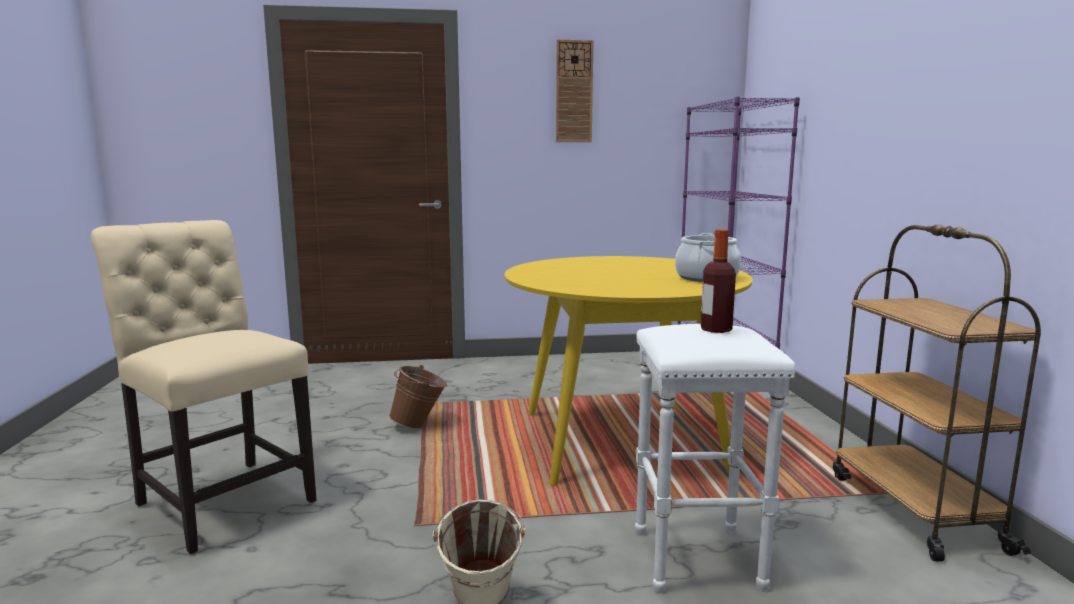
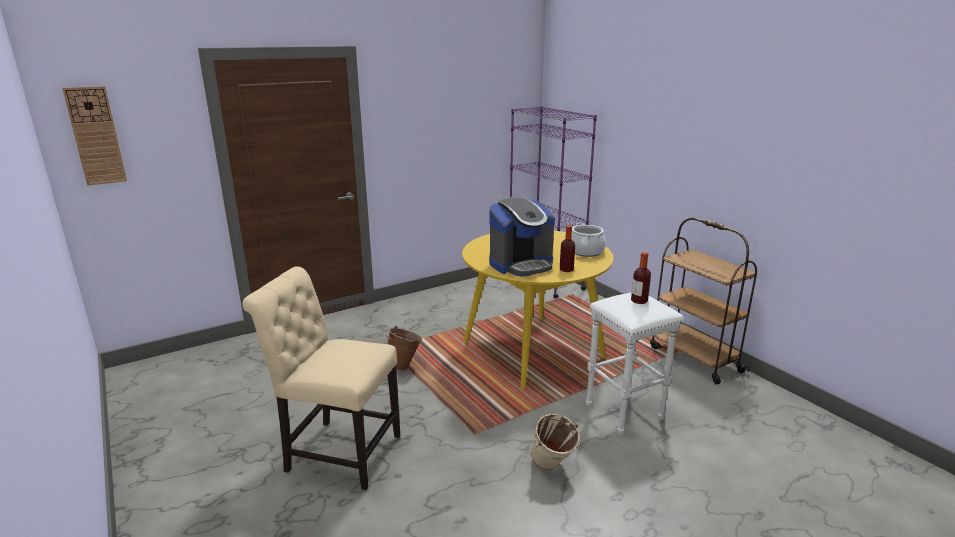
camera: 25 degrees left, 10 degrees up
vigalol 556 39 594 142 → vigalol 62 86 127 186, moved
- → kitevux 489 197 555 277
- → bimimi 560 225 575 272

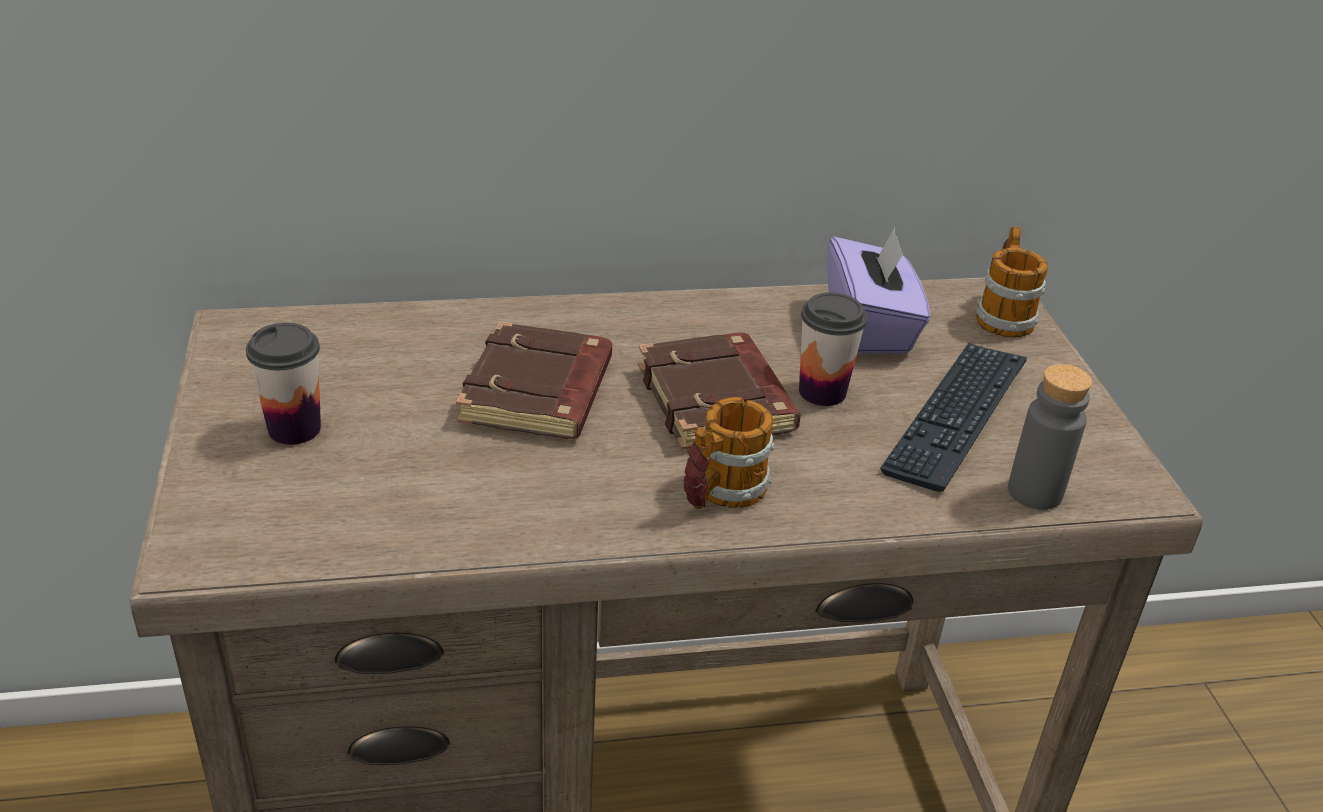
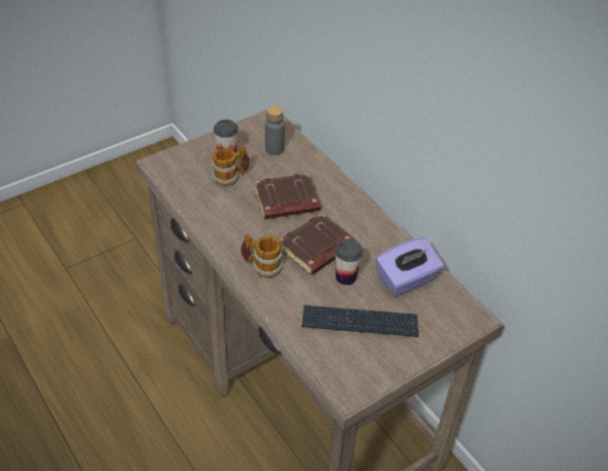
camera: 65 degrees right, 10 degrees up
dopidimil 976 226 1048 337 → dopidimil 212 146 250 186, moved
grey_bimimi 1008 364 1092 510 → grey_bimimi 265 106 285 155, moved

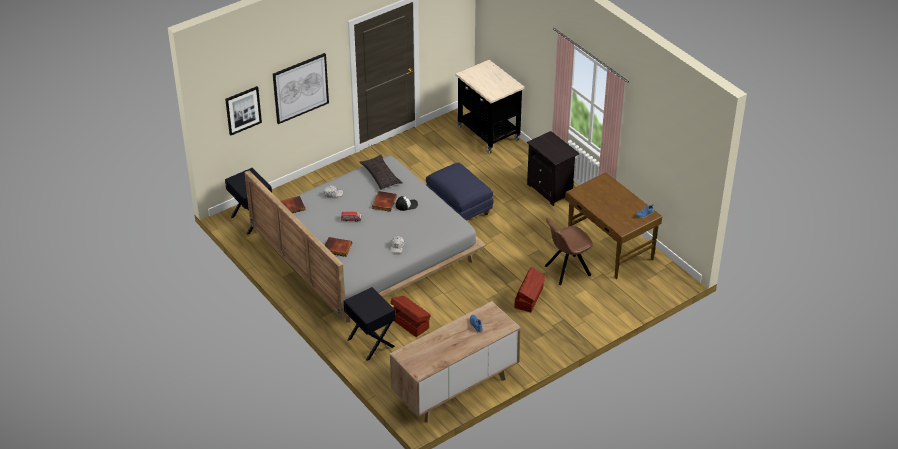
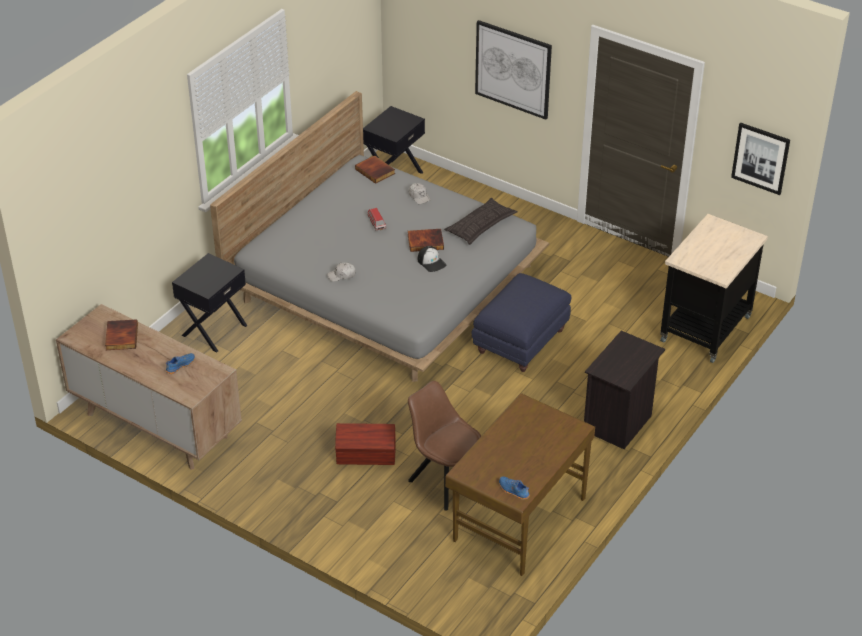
camera: 70 degrees right, 0 degrees up
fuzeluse 225 86 262 136 → fuzeluse 731 123 790 195, moved
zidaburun 325 237 352 257 → zidaburun 105 319 138 350, moved
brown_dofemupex 390 296 431 337 → -

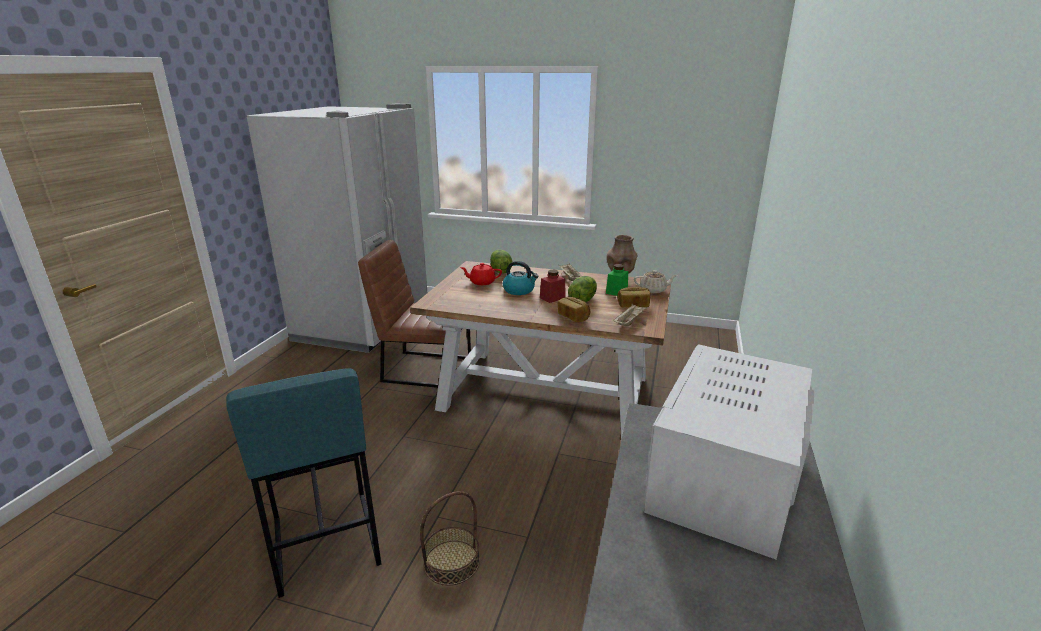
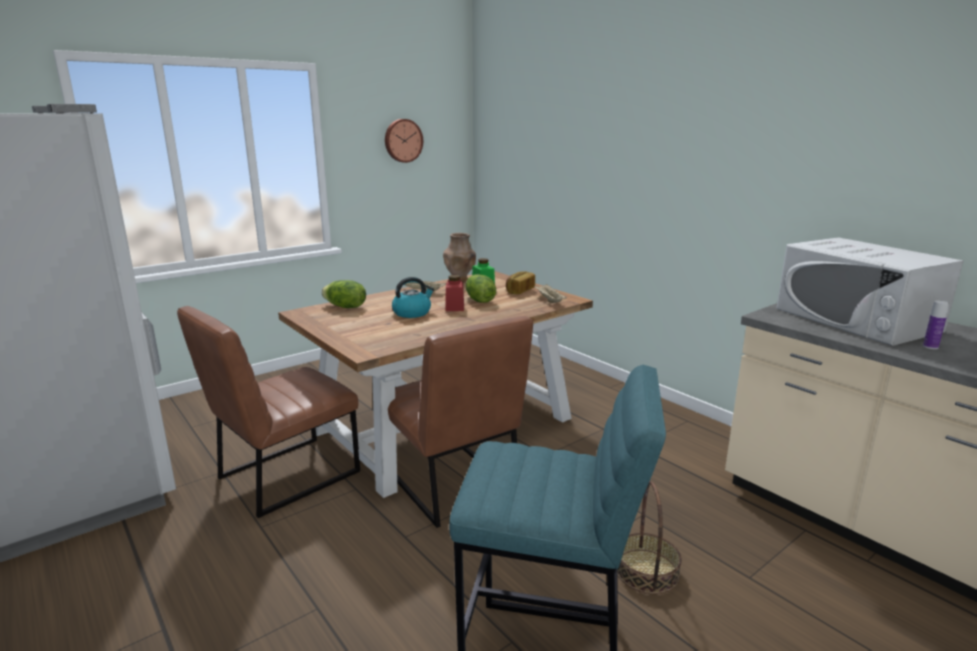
camera: 55 degrees left, 5 degrees down
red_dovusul 460 263 502 285 → -
beige_dovusul 634 270 677 293 → -
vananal 558 297 590 322 → -
- → vigalol 385 119 423 163
- → bimimi 923 300 950 349
- → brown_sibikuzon 388 316 533 528

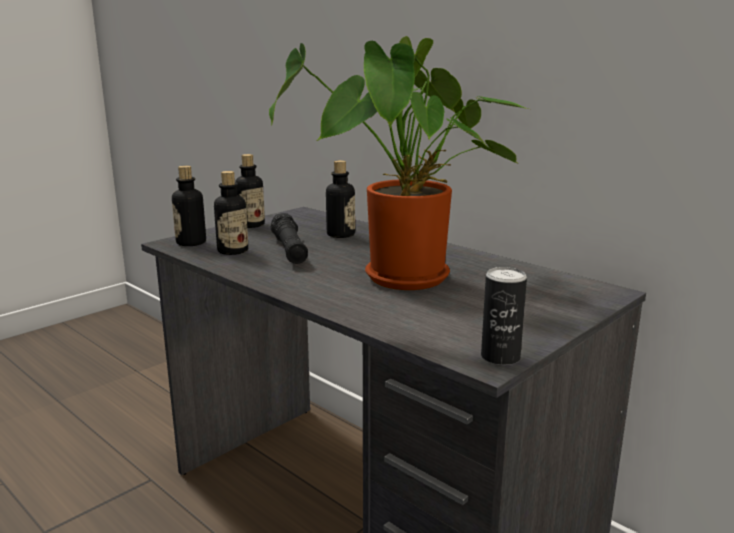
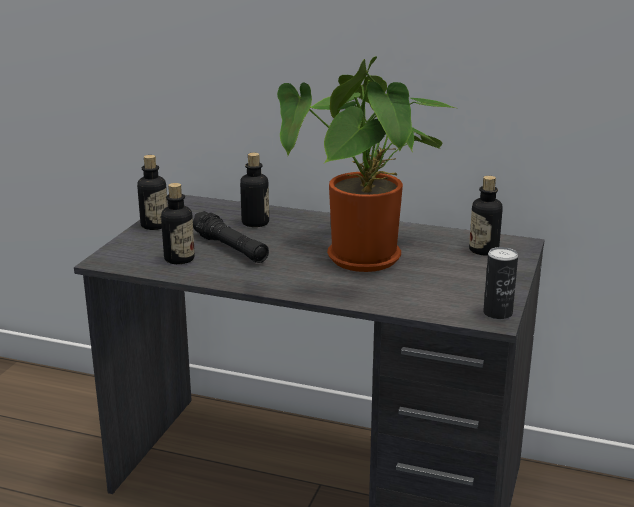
camera: 25 degrees left, 5 degrees up
bimimi 172 166 206 246 → bimimi 469 176 503 255, moved

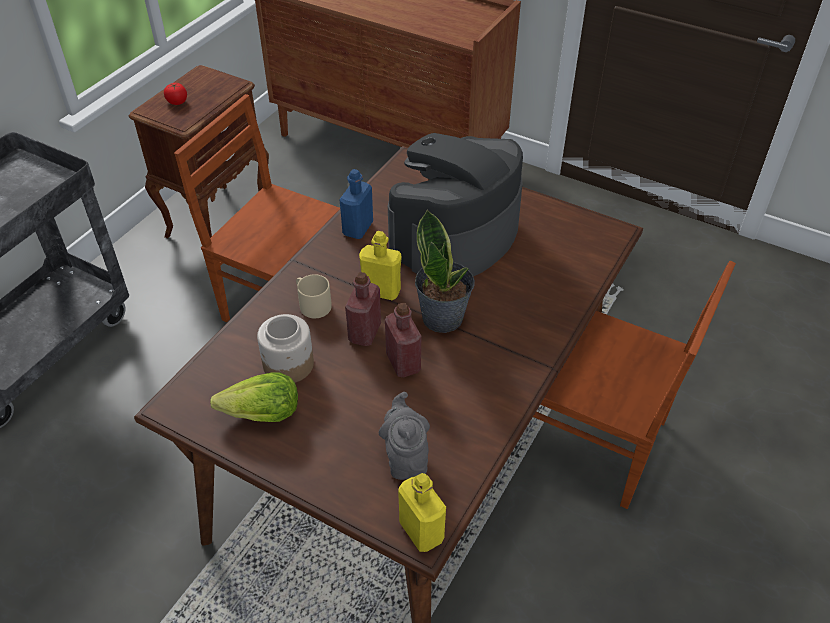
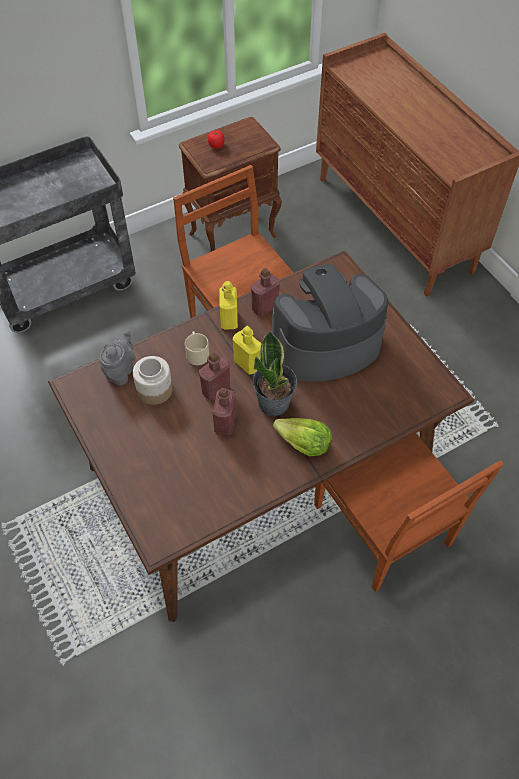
camera: 30 degrees right, 10 degrees up
blue_bimimi 339 169 373 239 → red_bimimi 251 268 280 316
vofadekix 210 372 298 422 → vofadekix 273 418 332 456, moved
grey_dovusul 379 392 430 480 → grey_dovusul 99 331 136 386, moved
yellow_bimimi 398 473 446 552 → yellow_bimimi 219 281 238 329, moved

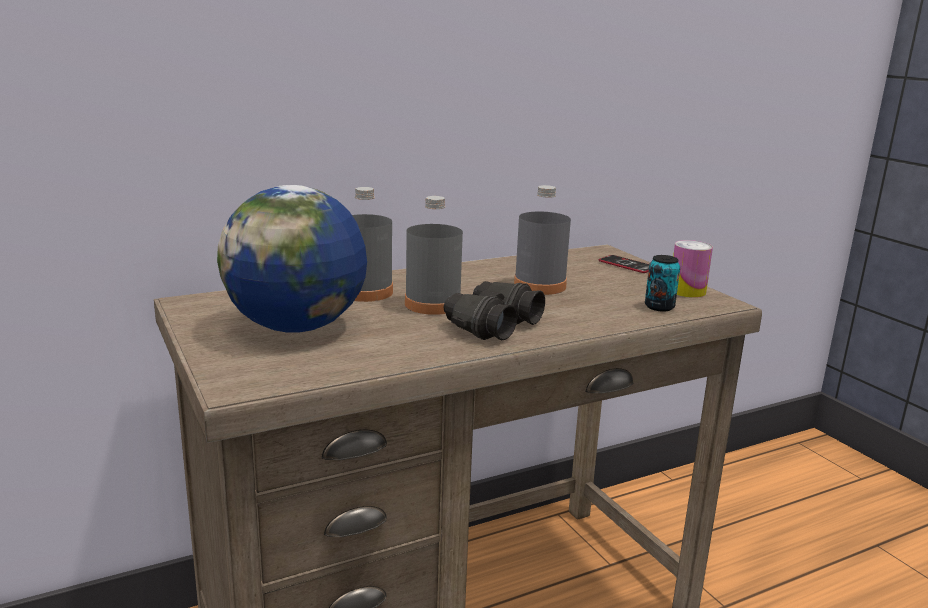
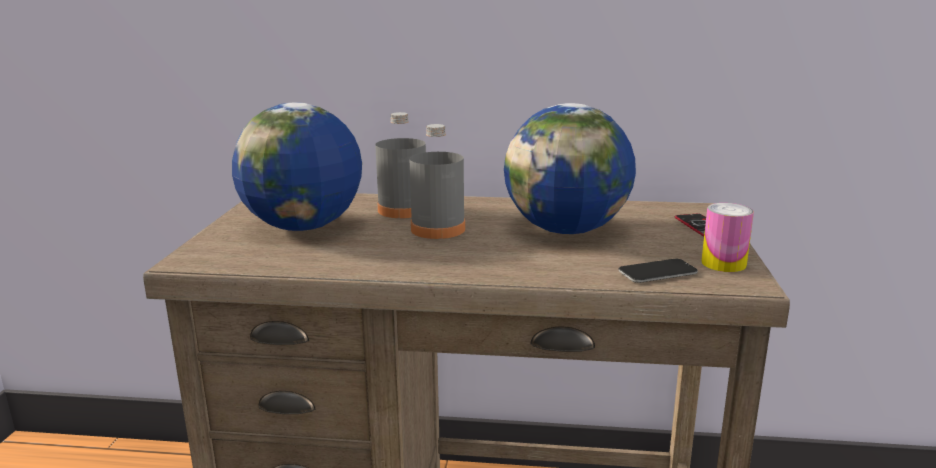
camera: 35 degrees right, 0 degrees up
grey_bimimi 514 185 571 295 → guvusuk 504 103 636 234
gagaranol 645 255 680 312 → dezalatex 618 259 698 283
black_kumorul 444 281 545 340 → -

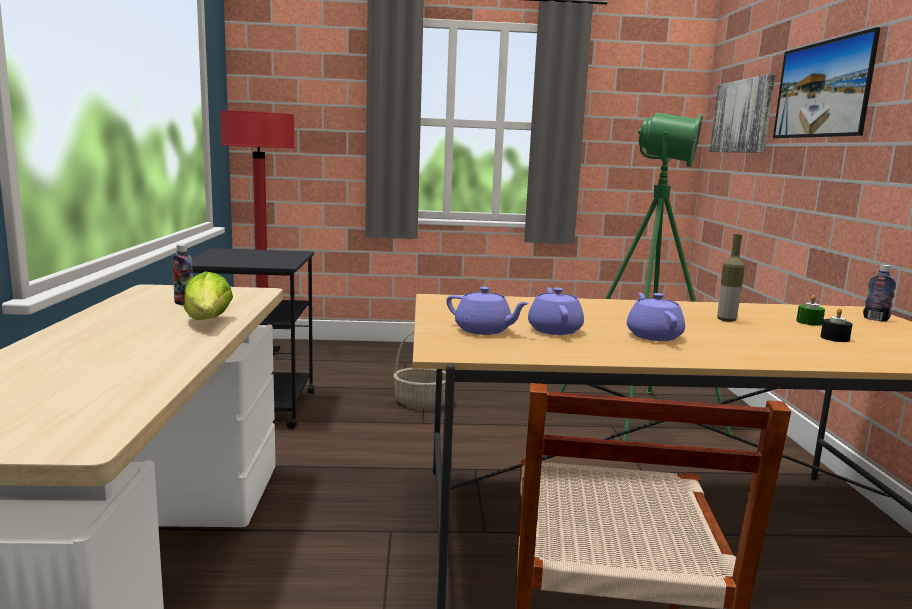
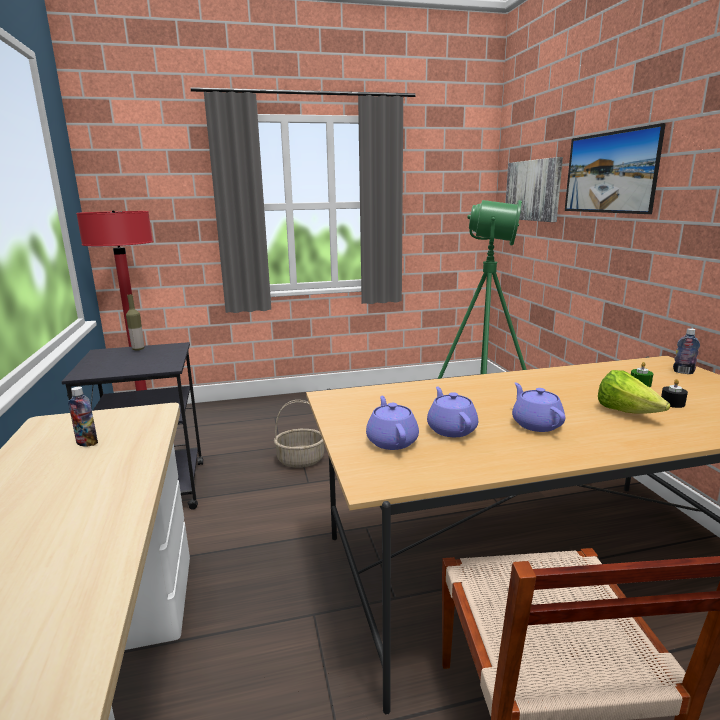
camera: 10 degrees left, 5 degrees up
bimimi 717 234 745 322 → bimimi 126 294 144 351, moved
vofadekix 184 271 233 320 → vofadekix 598 370 670 414, moved
purple_dovusul 446 287 529 335 → purple_dovusul 366 396 419 450, 120 degrees counterclockwise

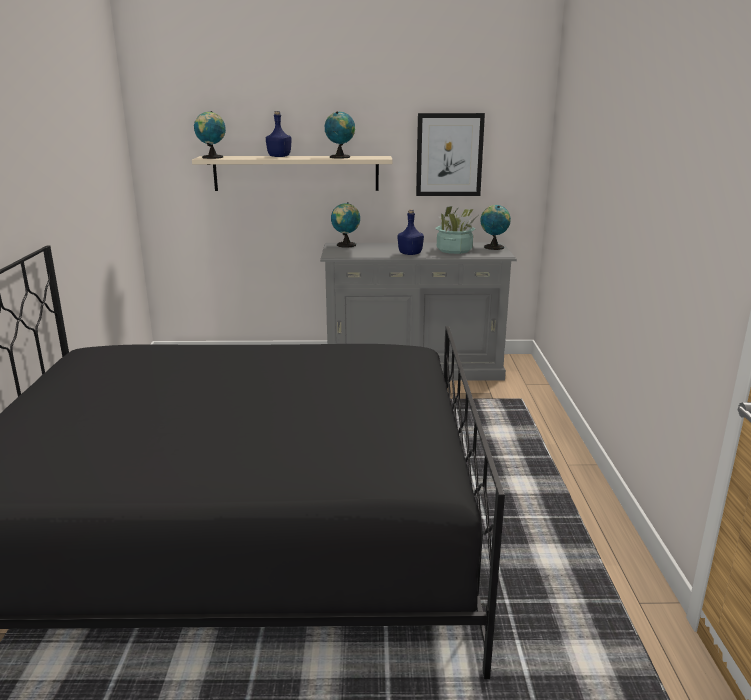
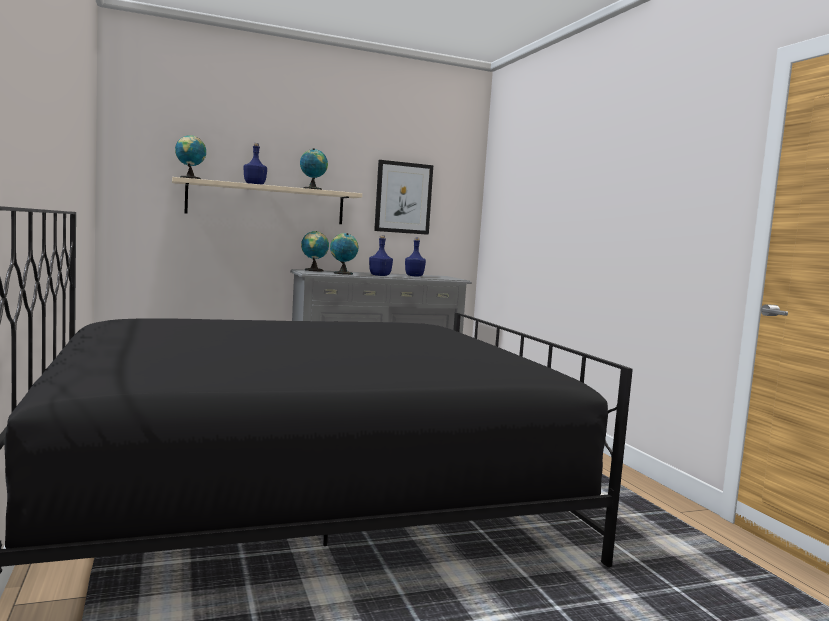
camera: 20 degrees left, 15 degrees down
guvusuk 480 205 511 250 → guvusuk 330 233 358 275, moved
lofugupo 435 206 477 254 → blue_bimimi 405 237 426 276

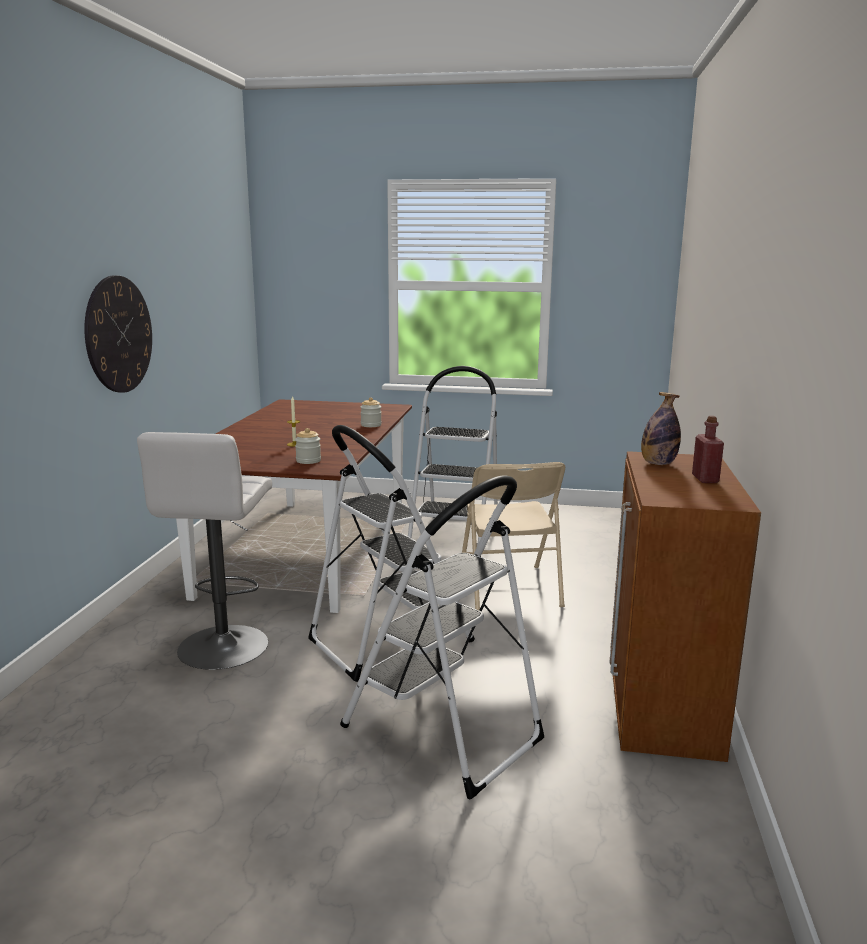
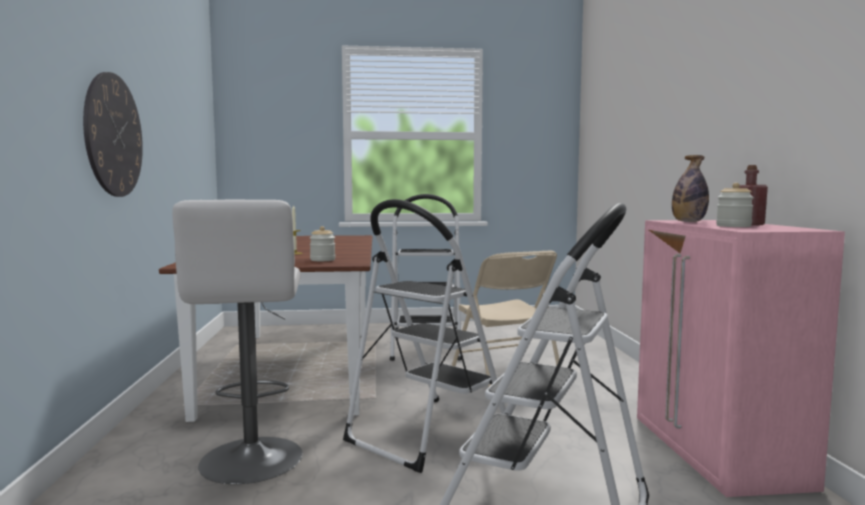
camera: 15 degrees left, 10 degrees down
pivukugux 361 397 382 427 → pivukugux 716 183 754 227, moved
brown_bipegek 609 451 761 762 → pink_bipegek 637 220 845 497

